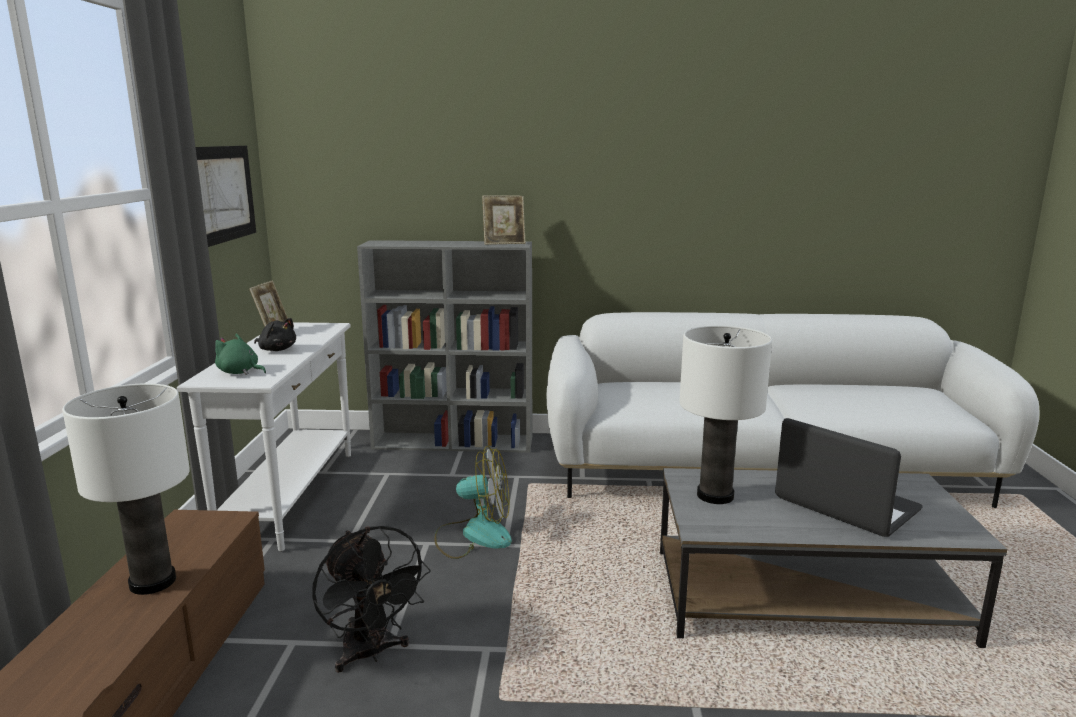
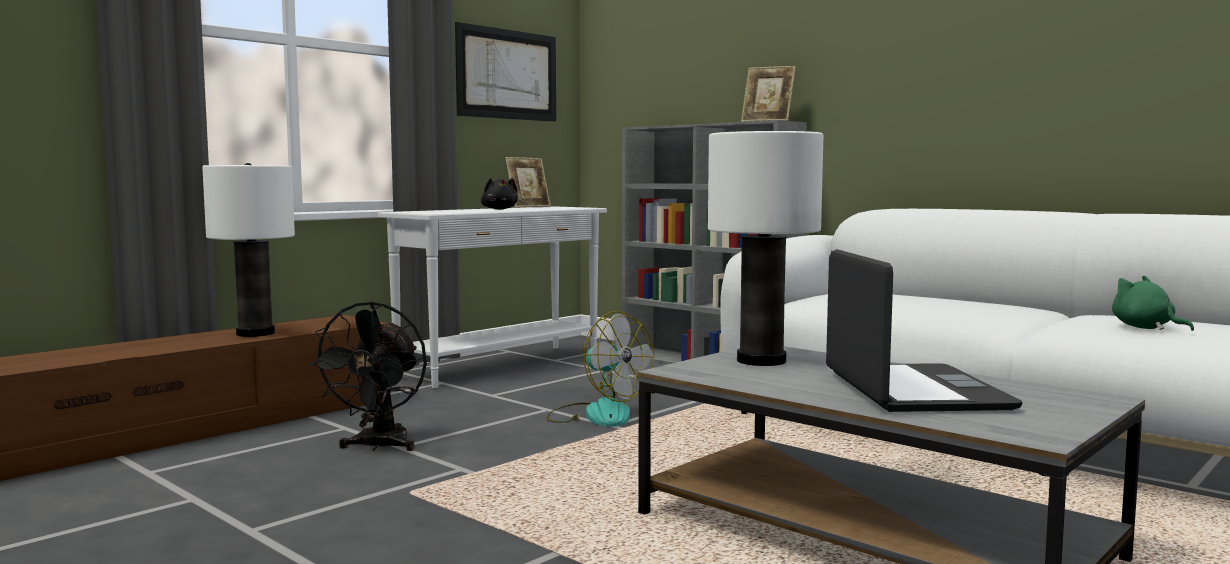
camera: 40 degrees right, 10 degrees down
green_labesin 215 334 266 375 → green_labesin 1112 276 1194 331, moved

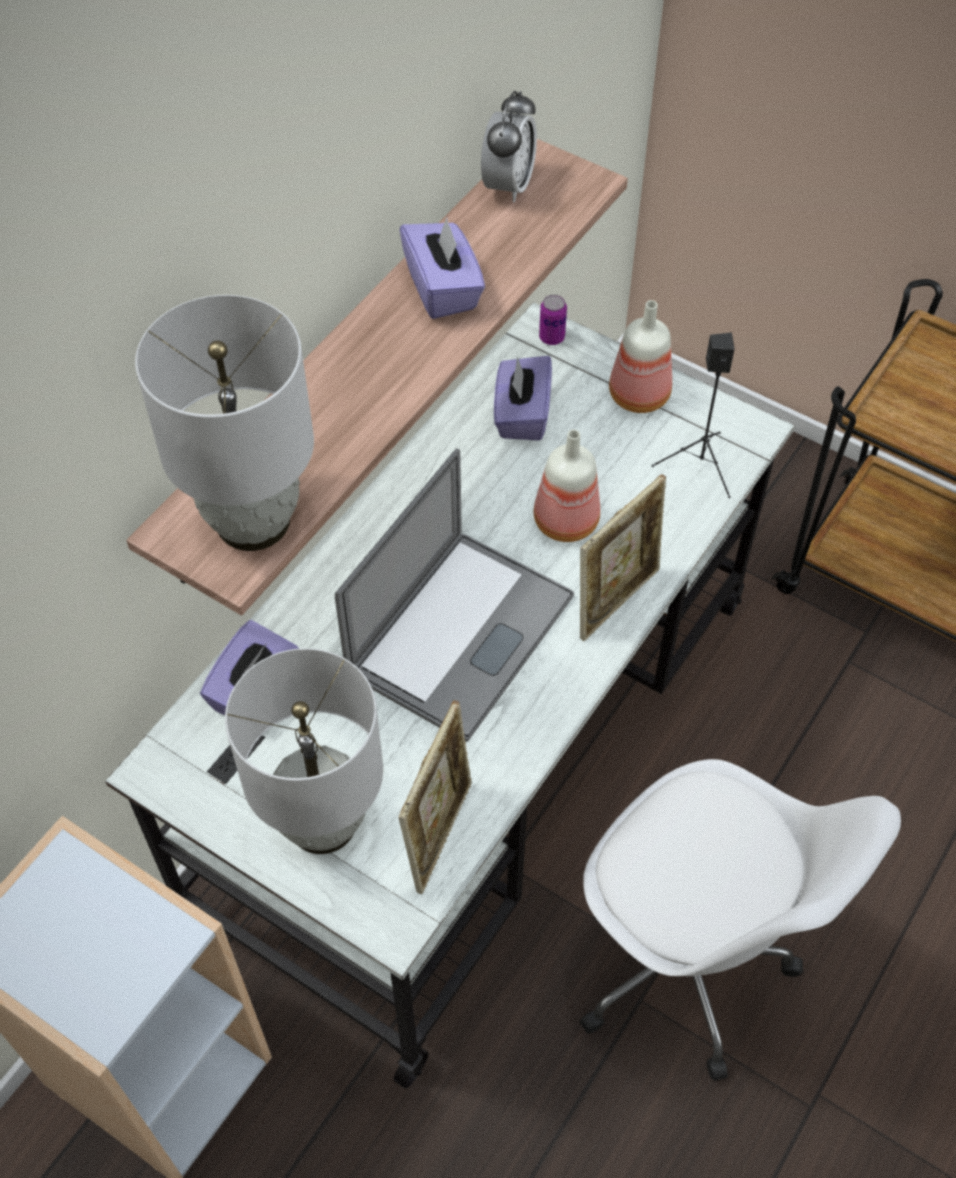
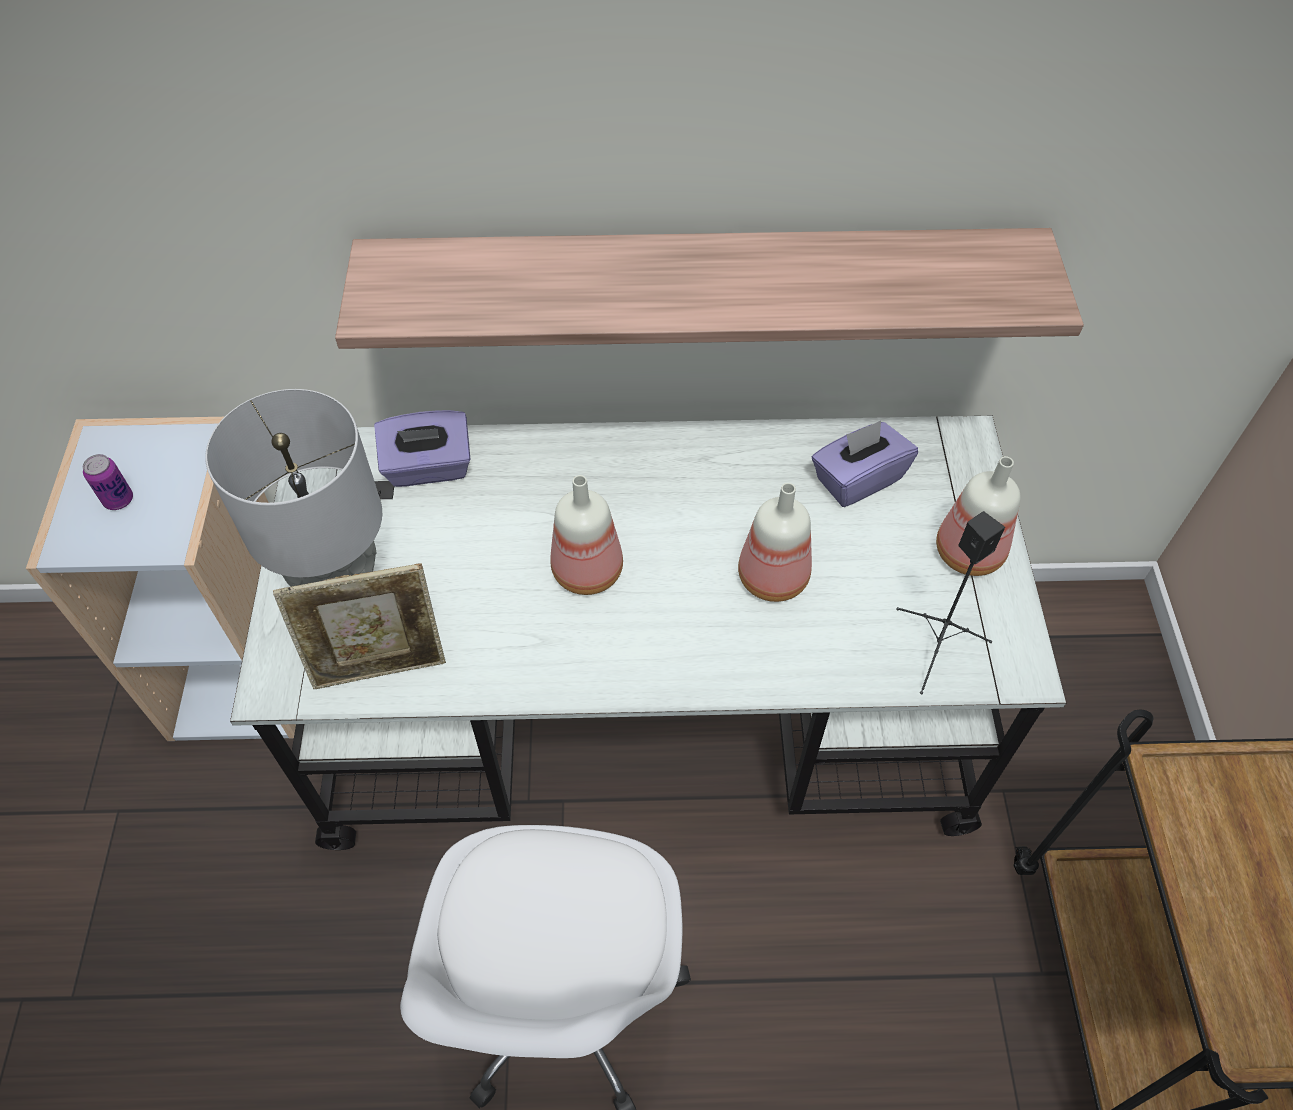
camera: 55 degrees right, 0 degrees up
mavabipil 481 91 537 202 → -
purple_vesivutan 400 217 485 319 → -
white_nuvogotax 135 295 314 551 → -
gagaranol 539 295 567 345 → gagaranol 83 454 133 510, moved
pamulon 335 449 574 742 → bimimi 550 475 623 595
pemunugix 580 474 666 641 → -

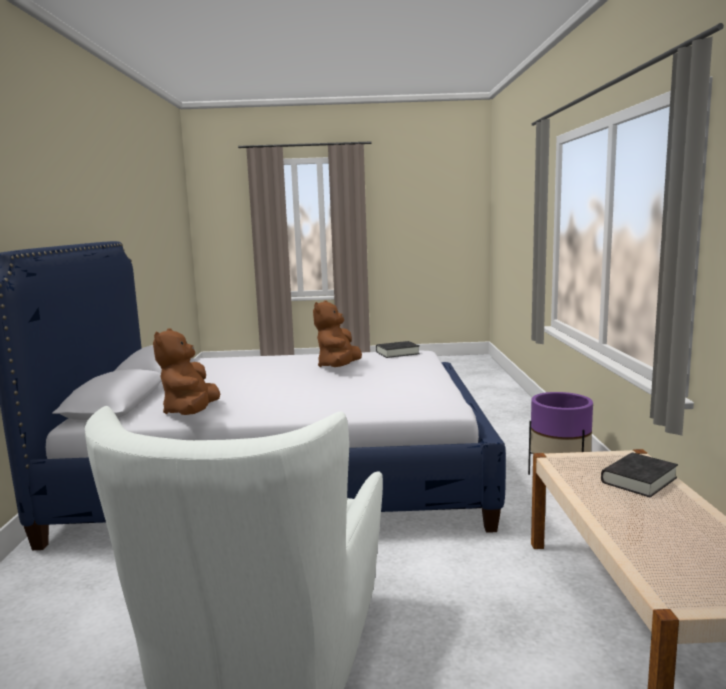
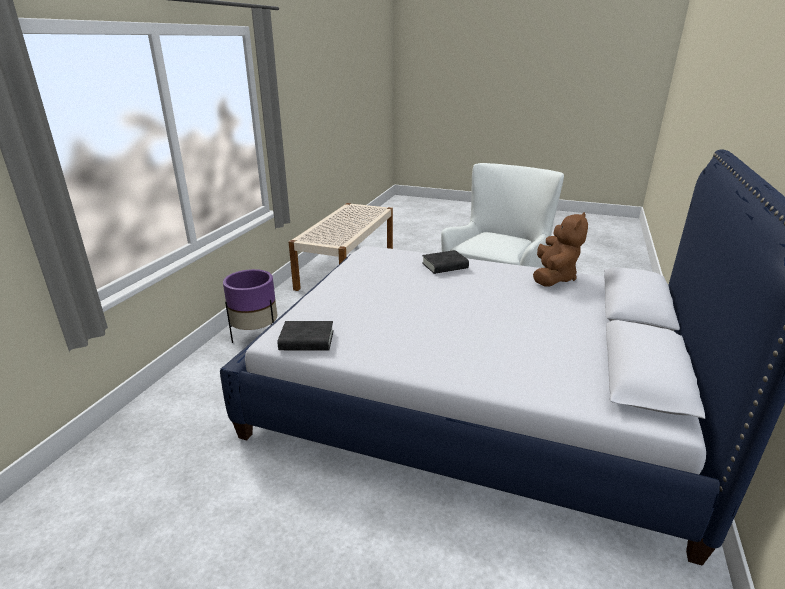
camera: 160 degrees left, 15 degrees up
brown_labesin 313 300 362 367 → -
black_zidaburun 601 453 678 497 → black_zidaburun 422 250 469 274, moved

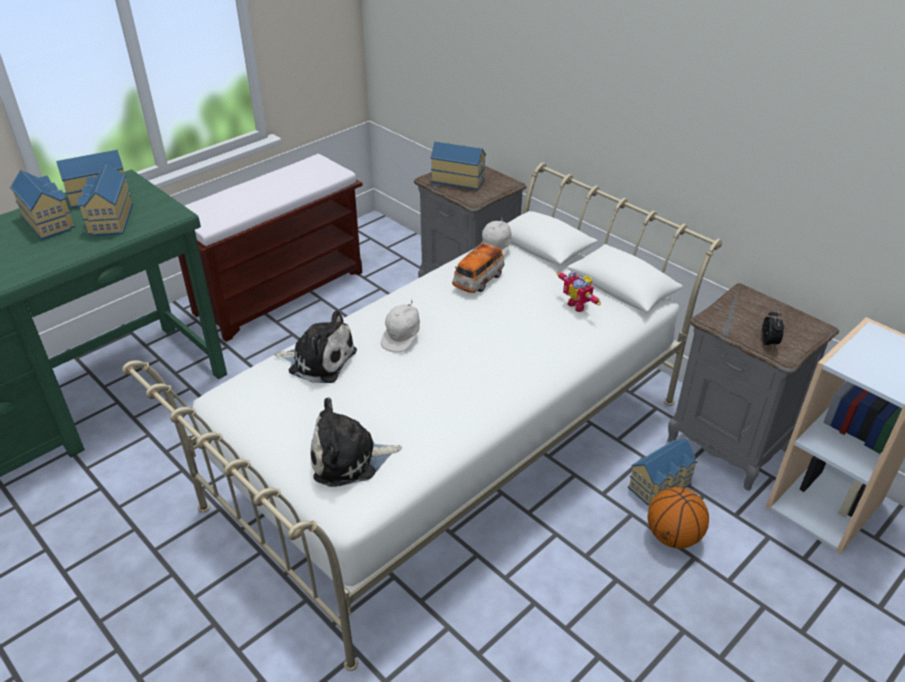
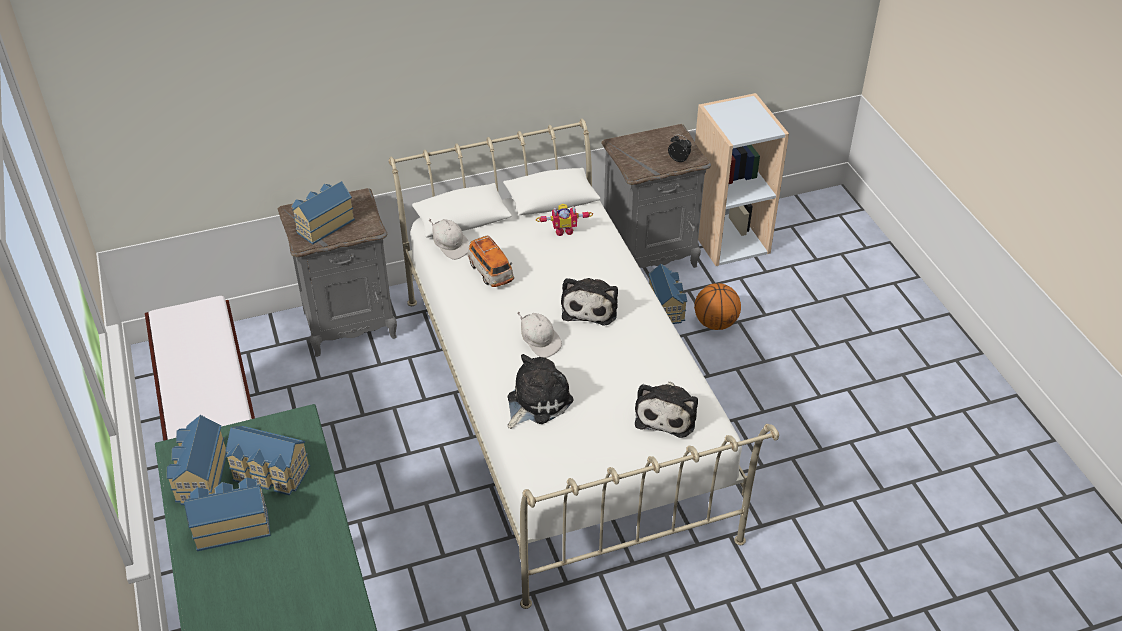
camera: 65 degrees left, 5 degrees up
- → labesin 561 278 618 326

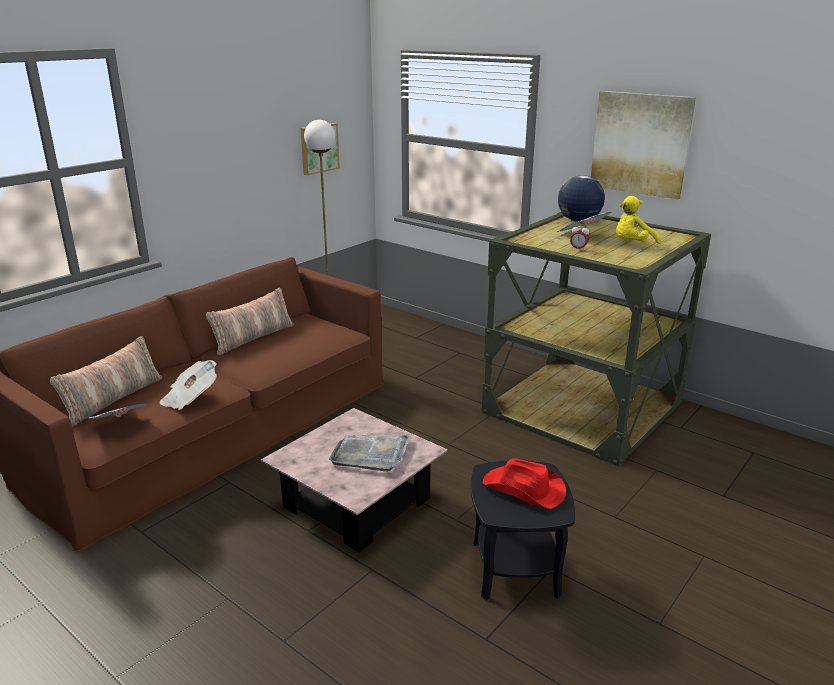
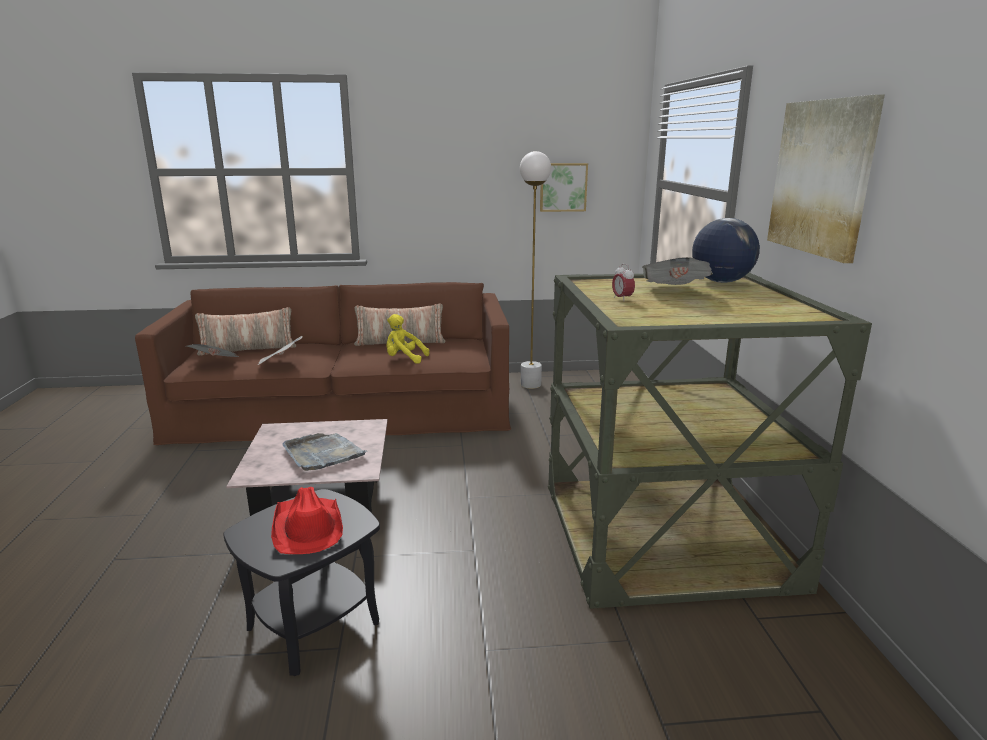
camera: 45 degrees right, 5 degrees down
yellow_labesin 616 196 661 244 → yellow_labesin 386 314 430 364, moved

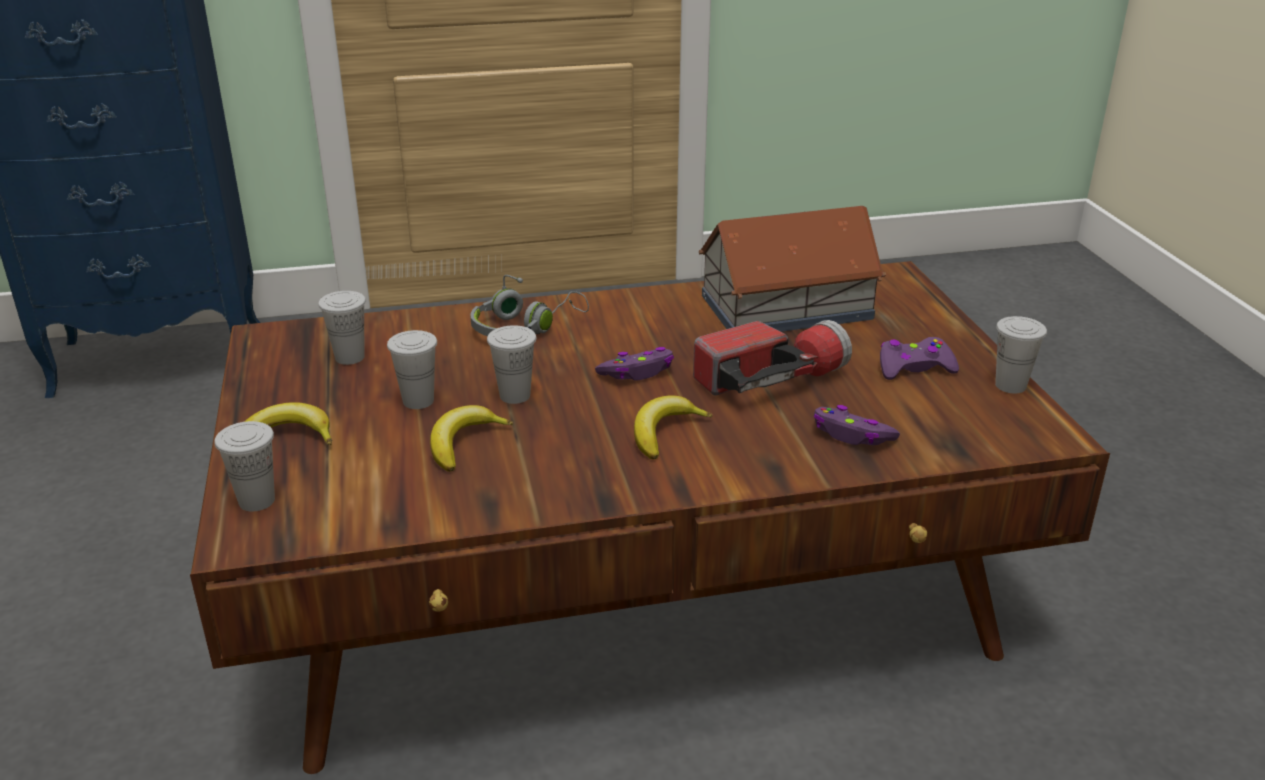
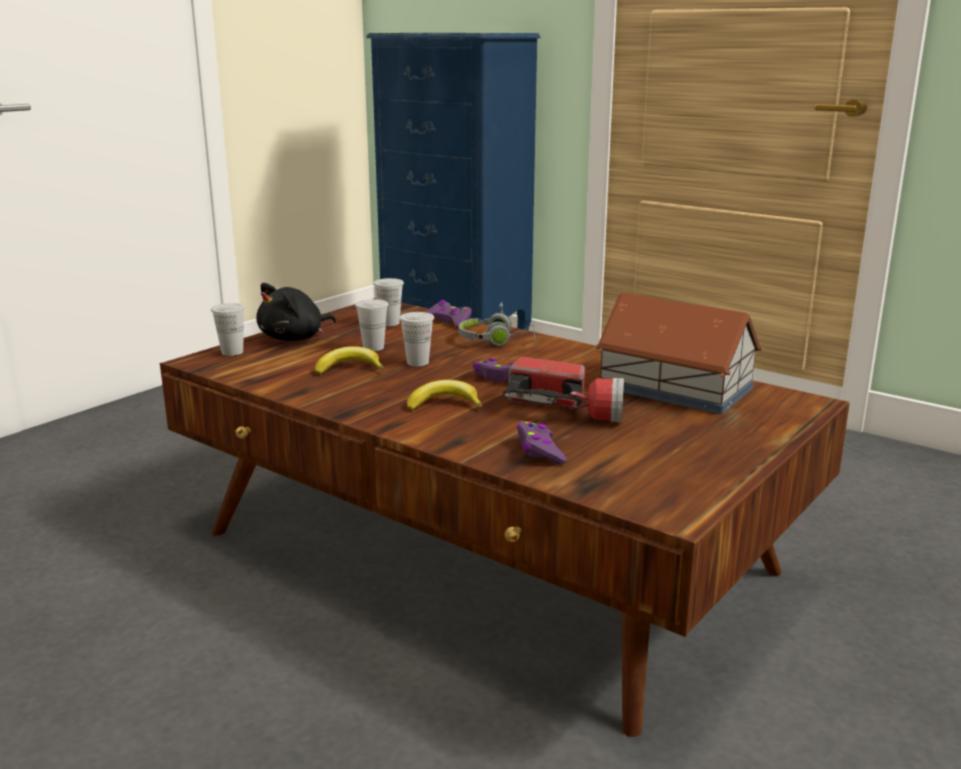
camera: 50 degrees right, 10 degrees down
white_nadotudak 995 316 1047 394 → -
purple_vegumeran 880 337 959 380 → purple_vegumeran 426 300 472 328, moved
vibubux 244 402 332 445 → black_labesin 256 283 336 341

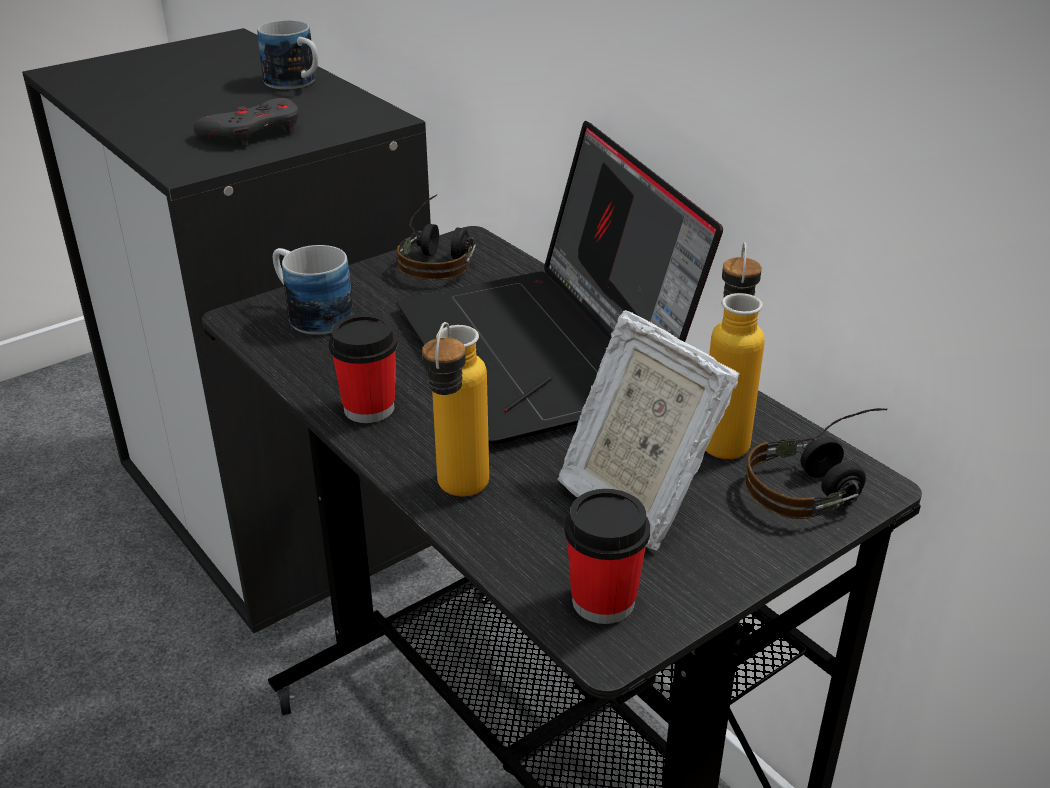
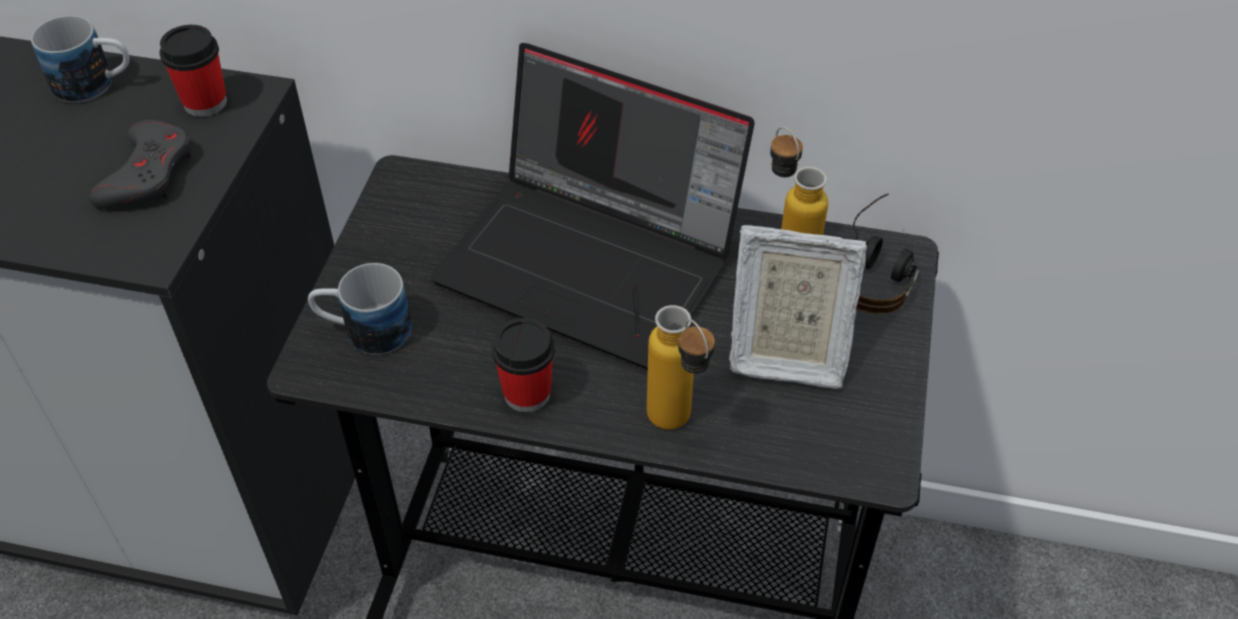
camera: 40 degrees left, 15 degrees up
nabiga 397 194 476 280 → -
nadotudak 564 489 650 624 → nadotudak 159 25 227 117, moved

